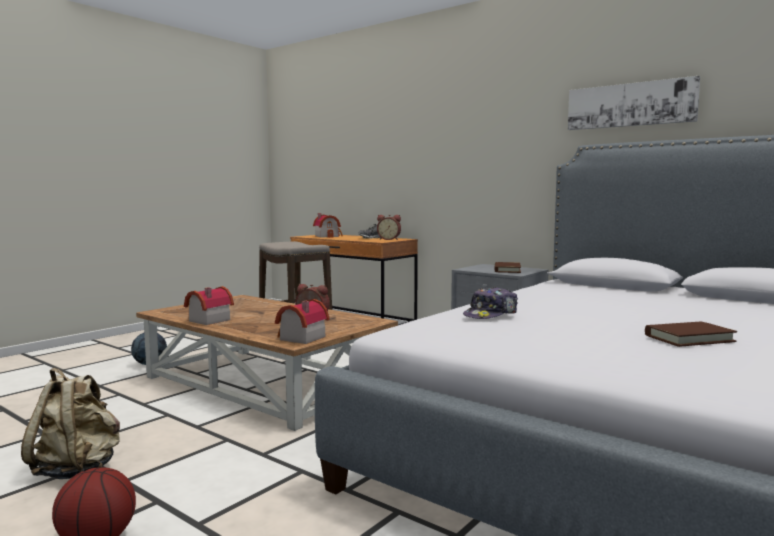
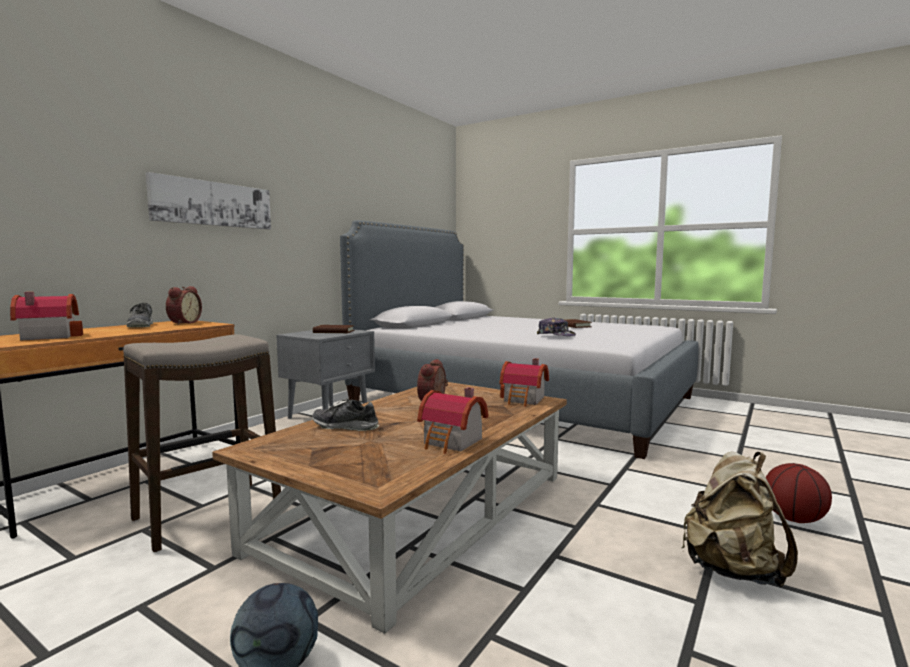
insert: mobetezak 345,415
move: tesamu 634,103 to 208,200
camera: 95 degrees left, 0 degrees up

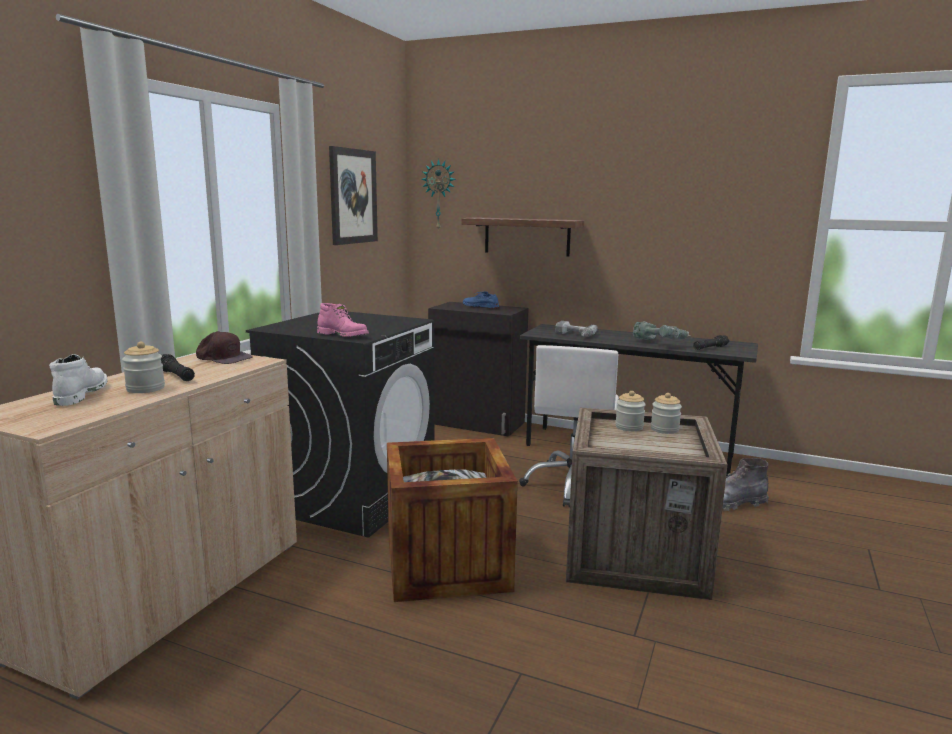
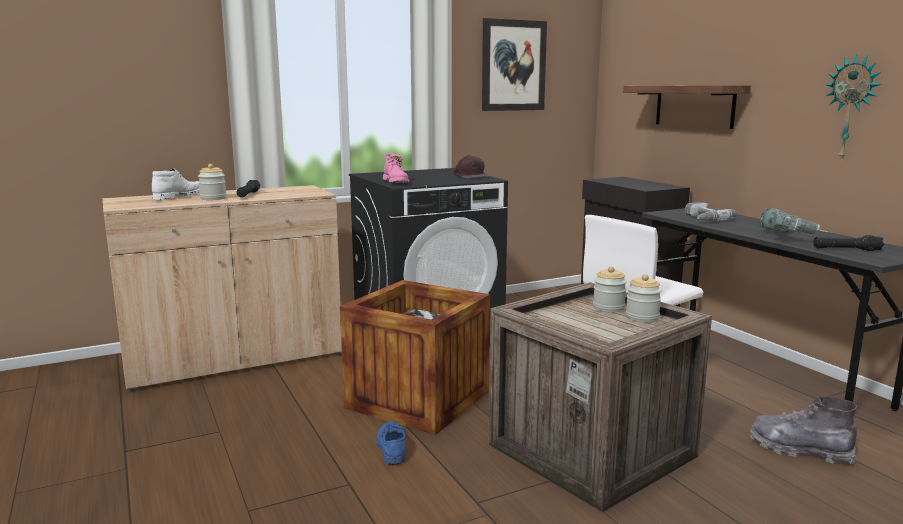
move: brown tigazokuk 224,347 to 471,167; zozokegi 439,195 to 853,107; blue mobetezak 480,300 to 391,443
camera: 40 degrees right, 0 degrees up

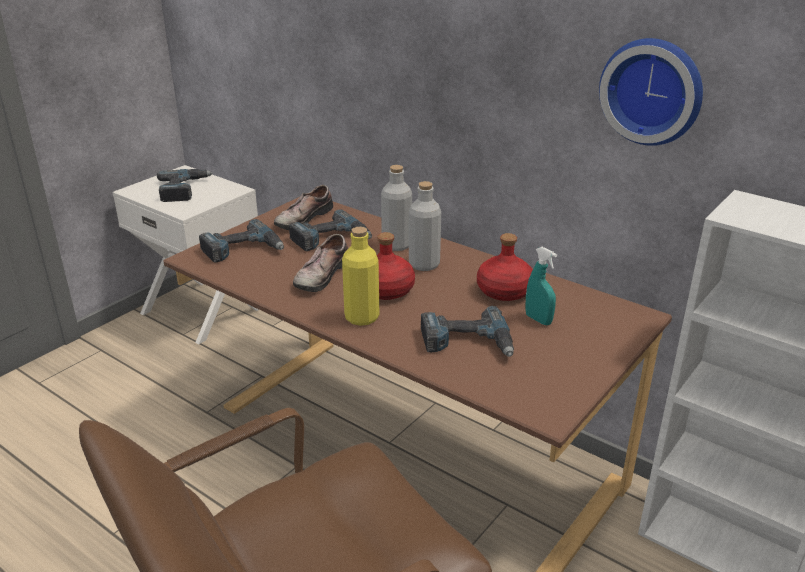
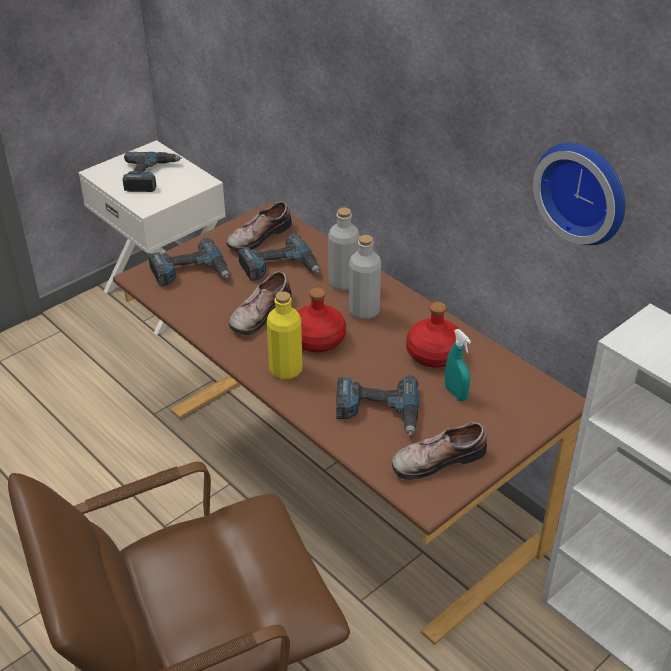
insert: mobetezak 439,451
camera: 10 degrees right, 10 degrees up

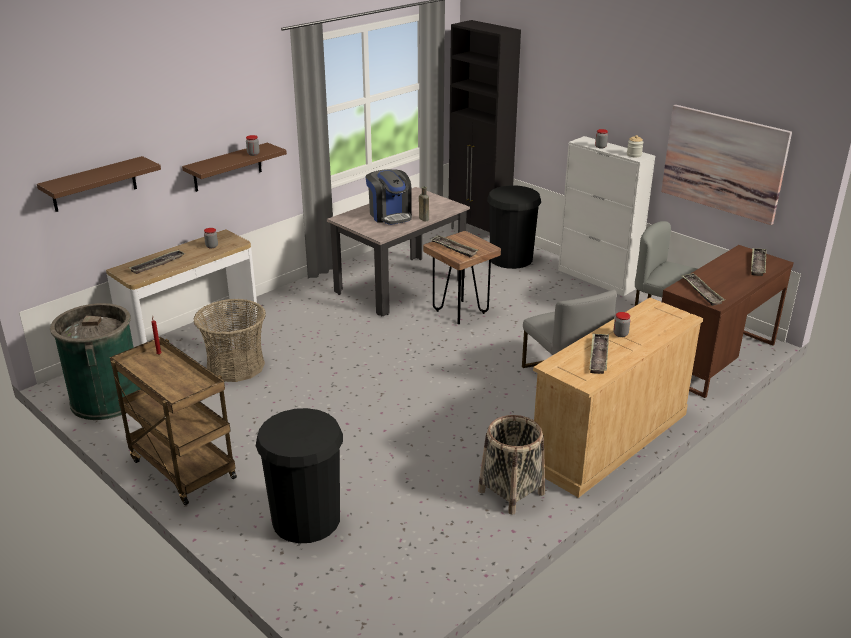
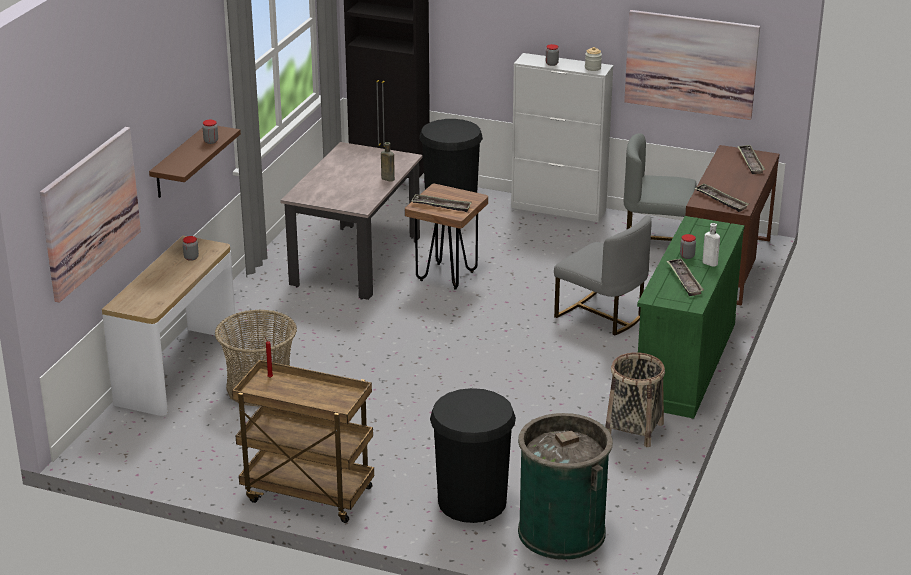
delete: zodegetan 157,262; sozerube 388,197
insert: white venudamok 711,245
move: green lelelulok 95,361 to 565,486
replace: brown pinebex 99,184 to tesamu 90,215
recolor: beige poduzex 618,398 to green poduzex 691,317
camera: 25 degrees left, 0 degrees up

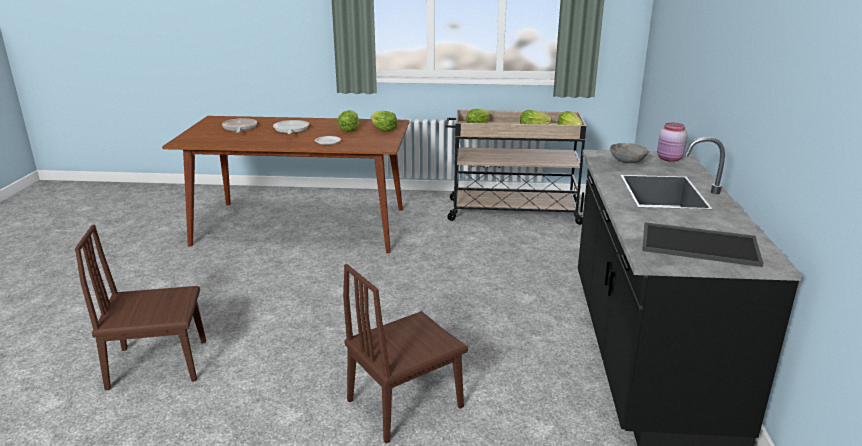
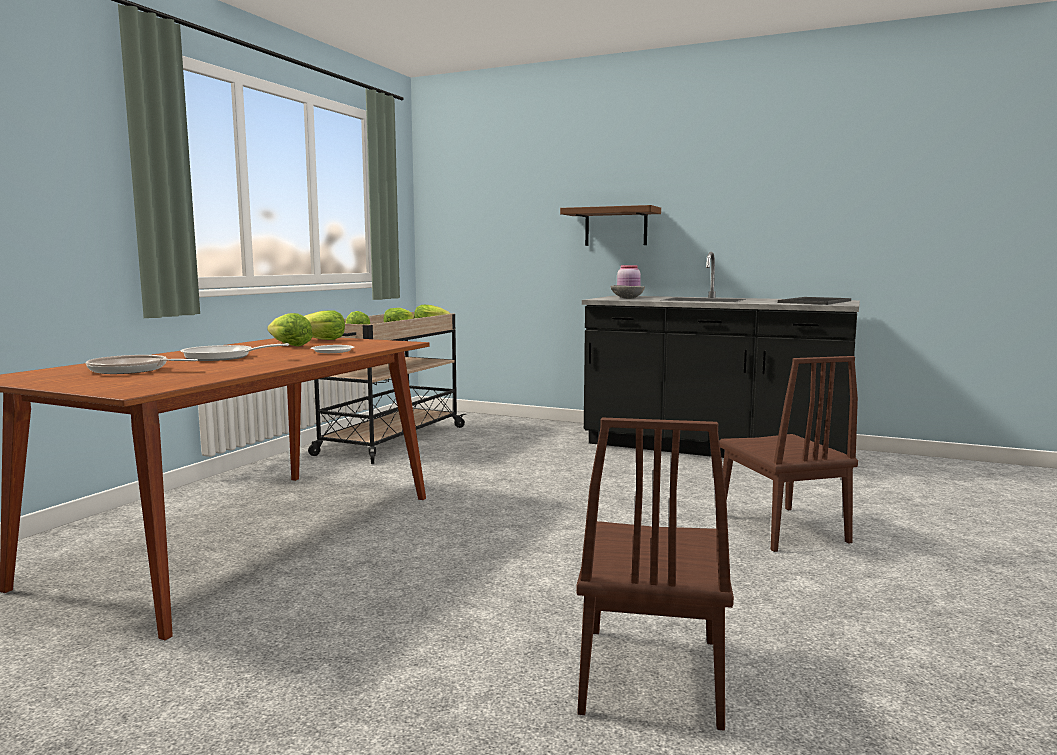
insert: brown pinebex 610,225
camera: 70 degrees left, 15 degrees down

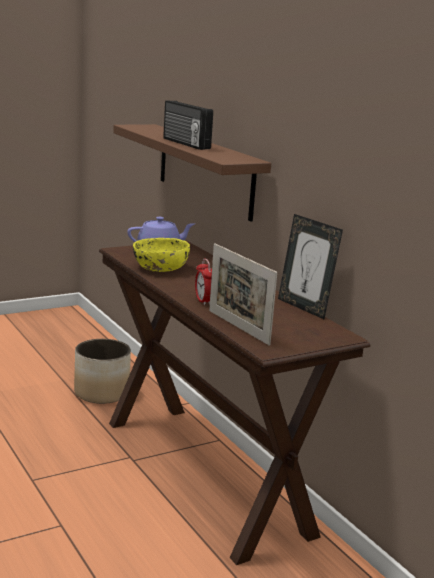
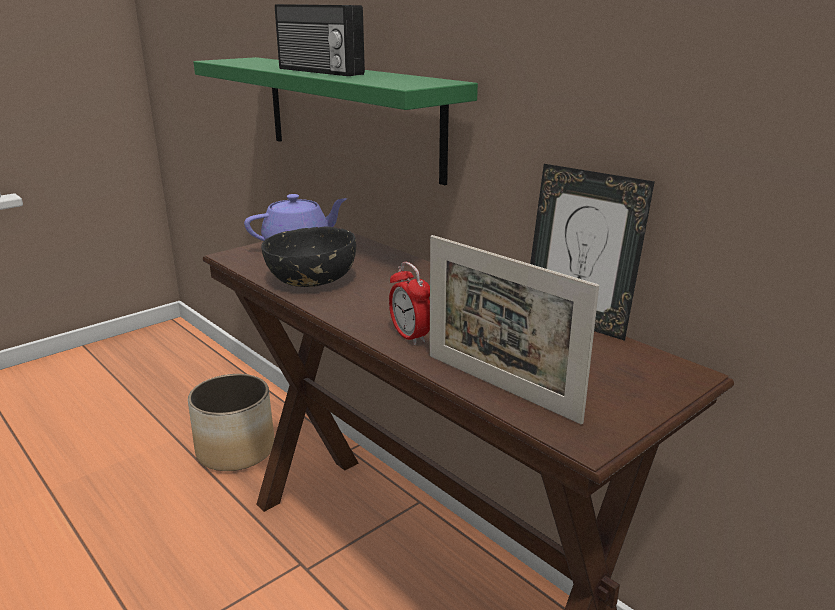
recolor: brown pinebex 192,172 to green pinebex 335,121; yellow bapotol 161,255 to black bapotol 308,257
camera: 10 degrees left, 5 degrees up

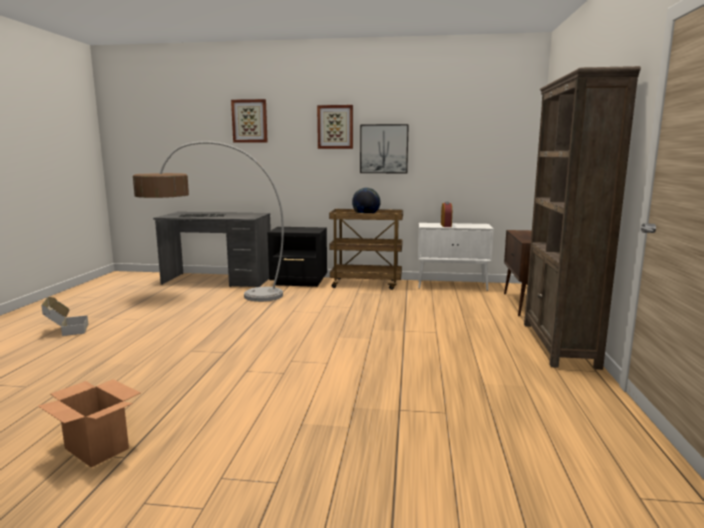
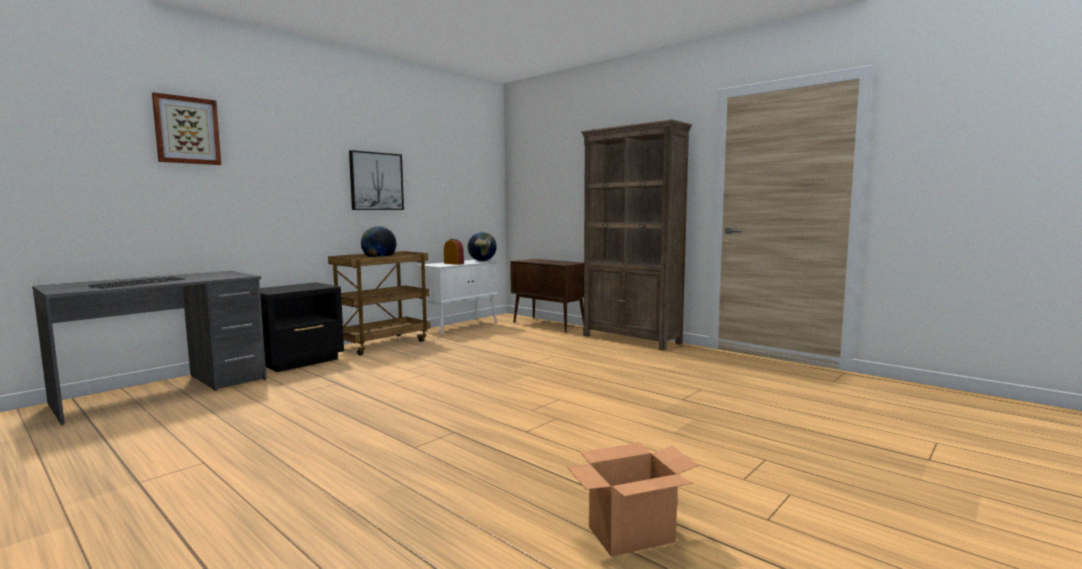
delete: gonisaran 64,316; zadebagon 208,221; tesamu 335,127
insert: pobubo 482,246
camera: 55 degrees left, 5 degrees down

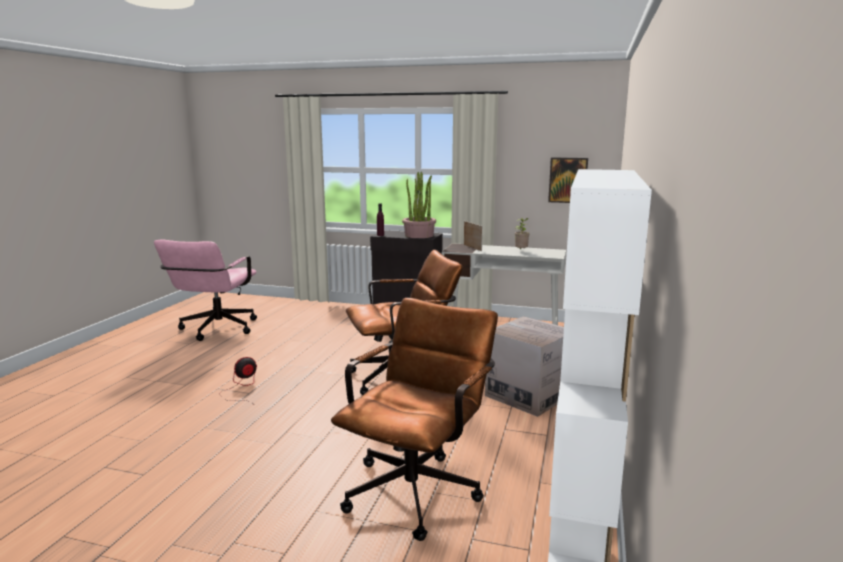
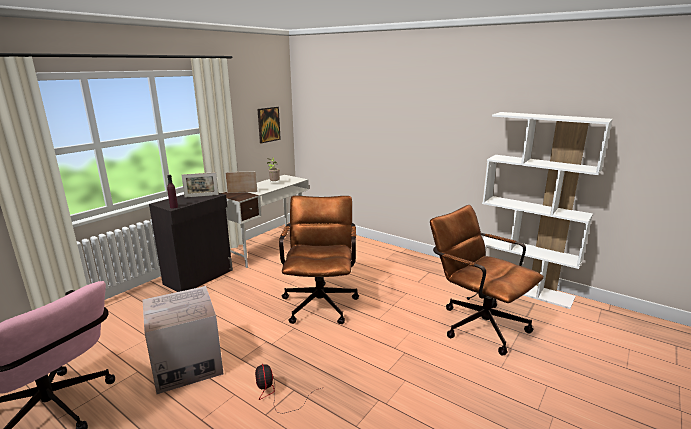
move: gonisaran 524,366 to 183,340
replace: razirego 419,204 to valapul 200,184
camera: 70 degrees left, 5 degrees up

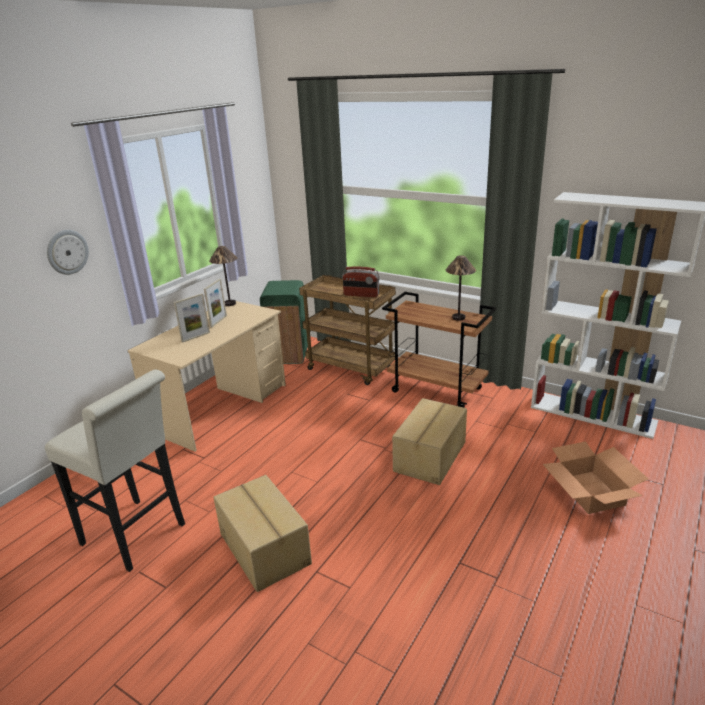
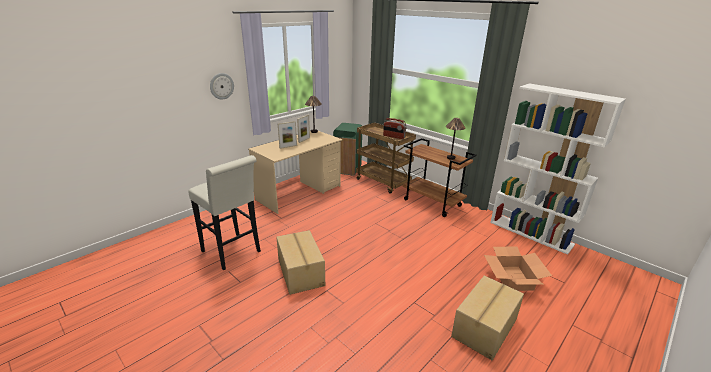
move: gonisaran 429,441 to 487,318
camera: 10 degrees right, 0 degrees up

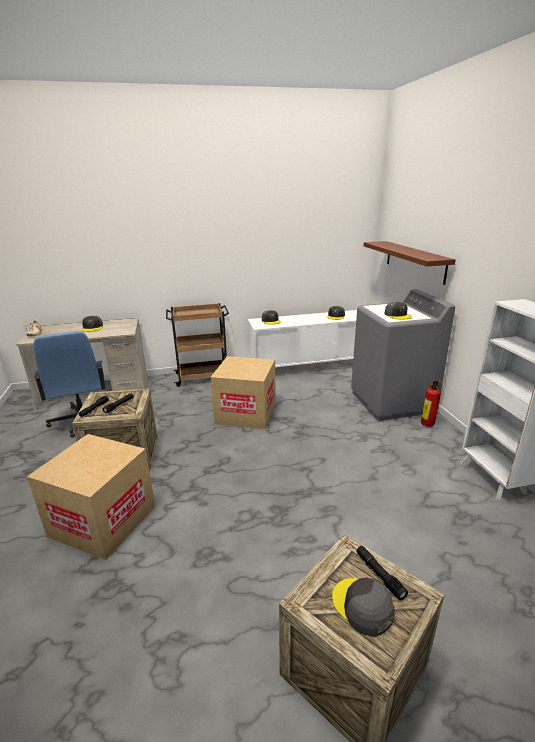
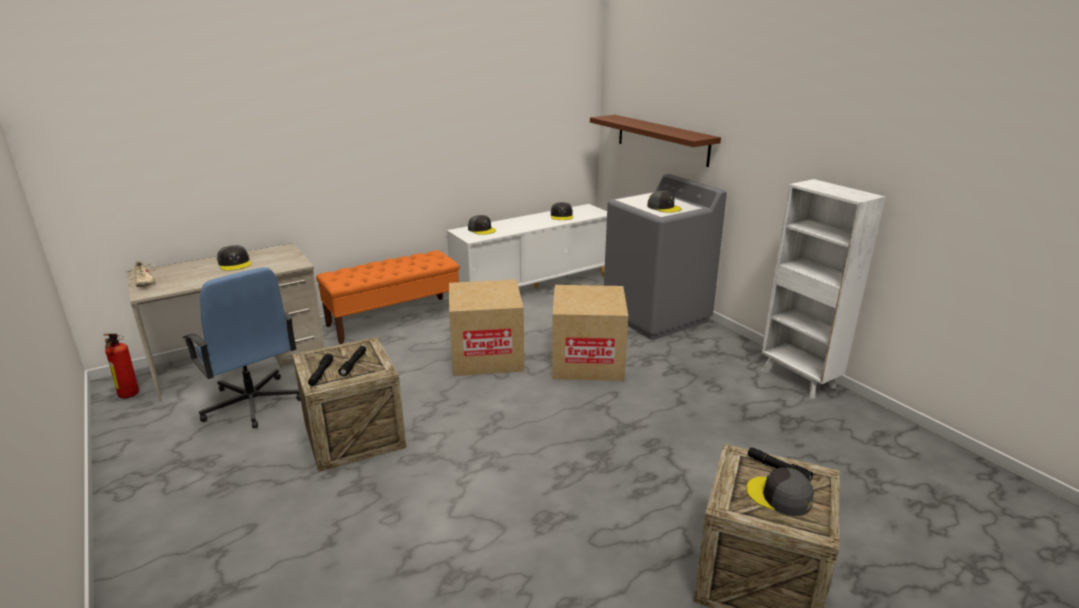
move: gonisaran 91,497 to 590,333; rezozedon 431,404 to 121,366
replace: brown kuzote 197,345 to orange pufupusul 388,297
camera: 20 degrees left, 0 degrees up

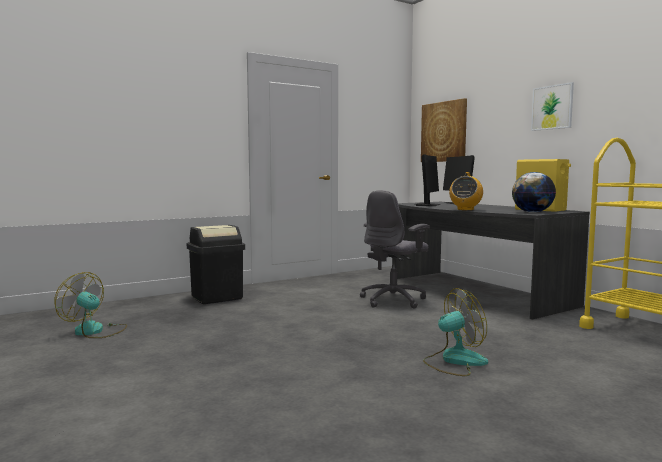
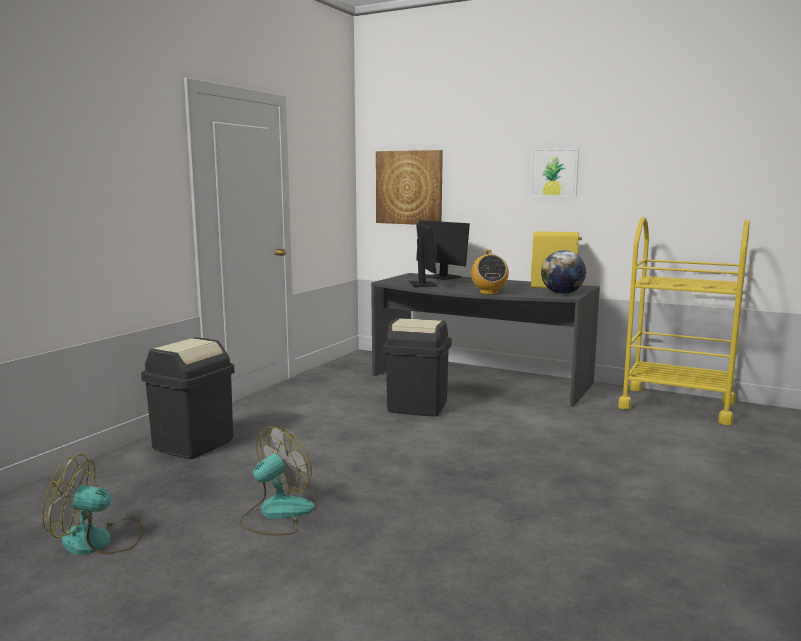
move: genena 455,332 to 277,481
replace: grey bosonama 395,249 to black lelelulok 417,367
camera: 30 degrees left, 5 degrees up

